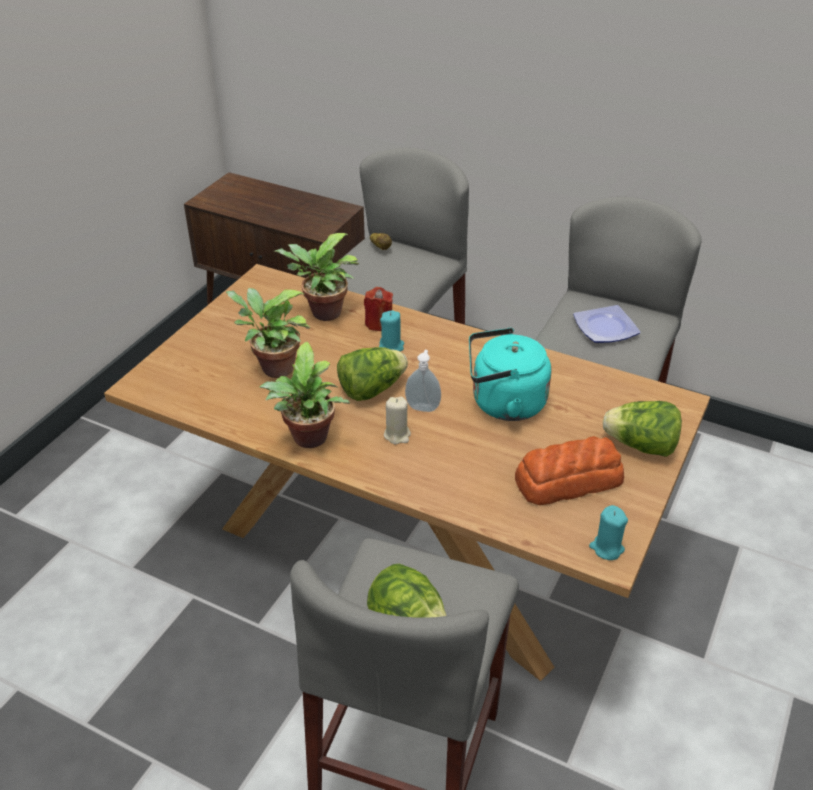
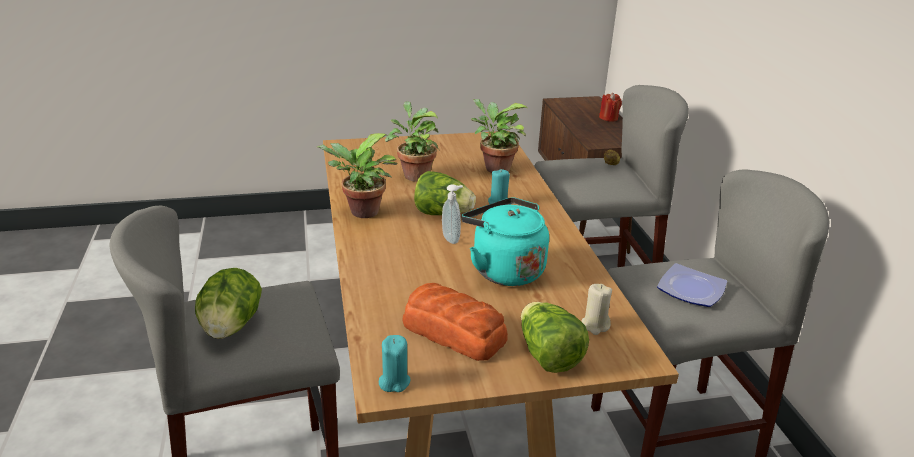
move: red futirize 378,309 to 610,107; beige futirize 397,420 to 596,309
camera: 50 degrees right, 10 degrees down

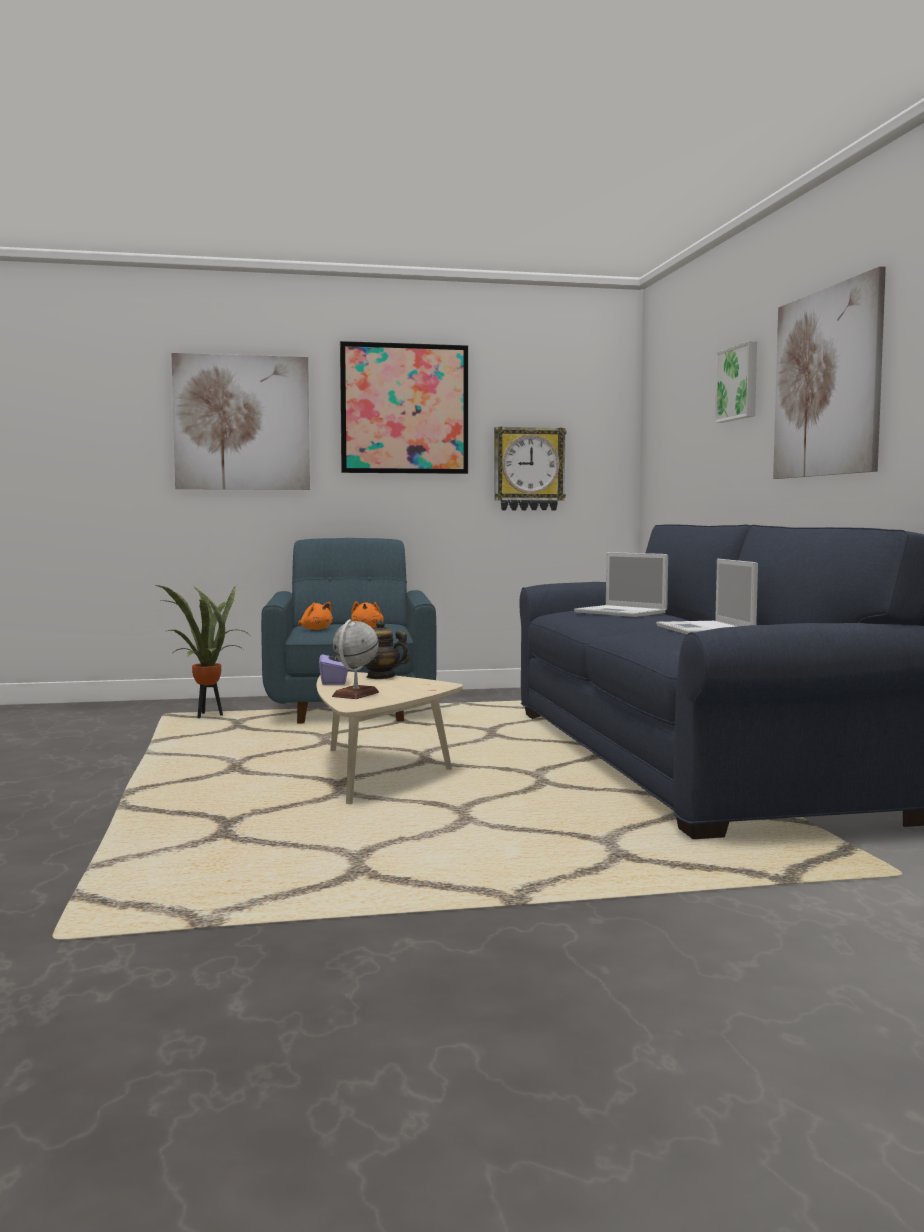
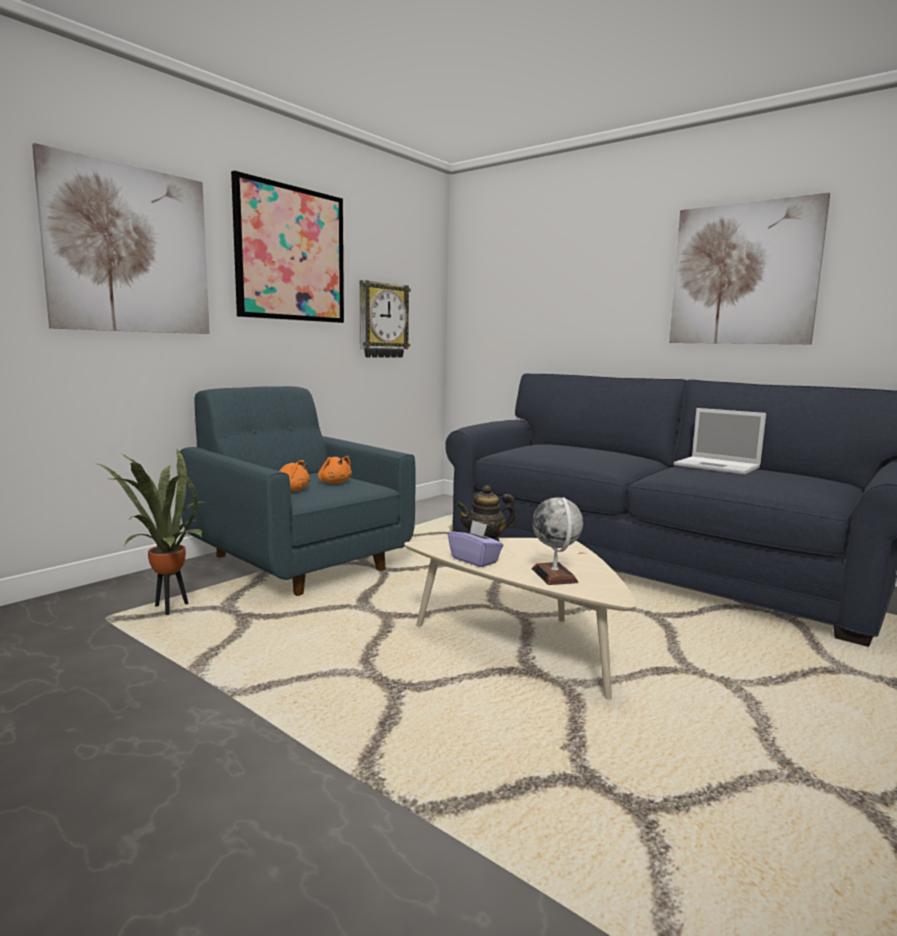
delete: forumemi 621,584; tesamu 736,382
camera: 40 degrees left, 5 degrees up

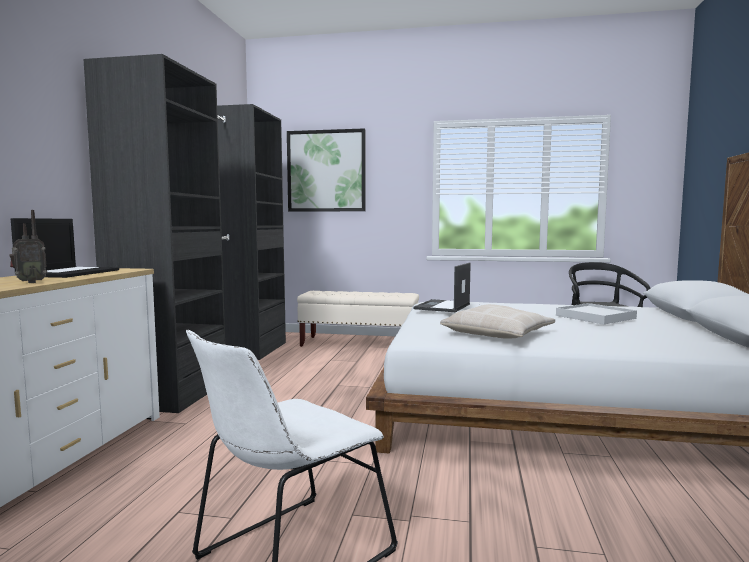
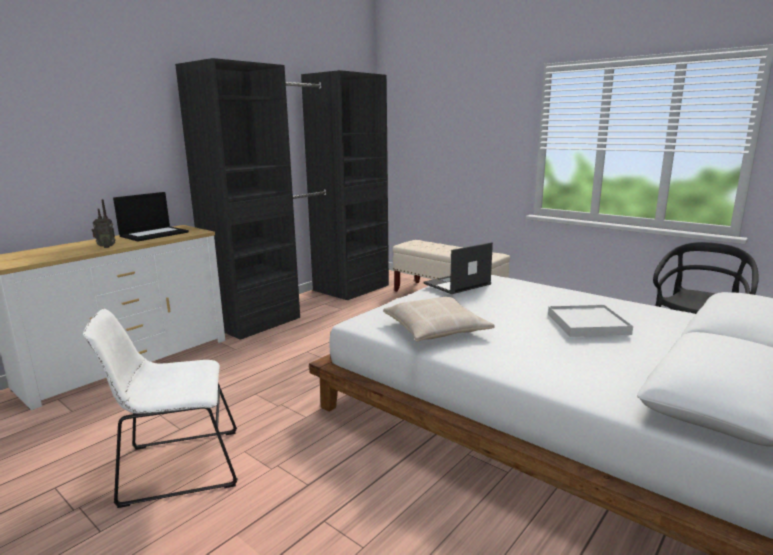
delete: tesamu 326,170
camera: 30 degrees right, 10 degrees up

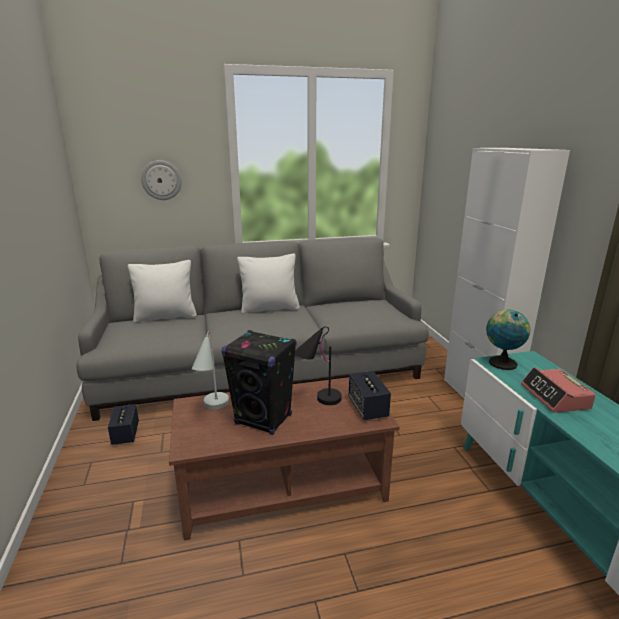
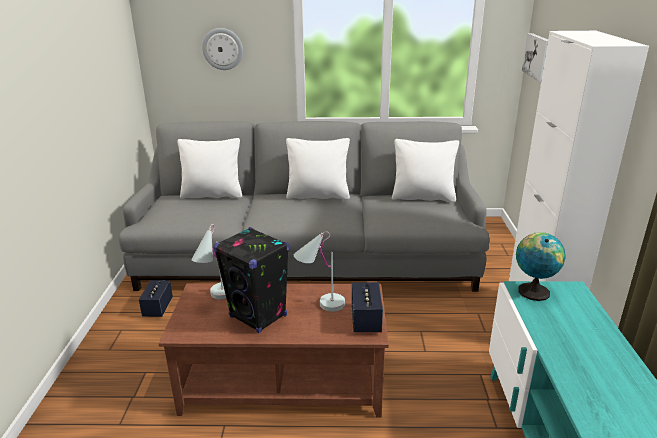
delete: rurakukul 558,390
insert: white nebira 425,170; tesamu 535,57
recolor: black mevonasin 318,365 to white mevonasin 319,271
camera: 15 degrees right, 5 degrees up

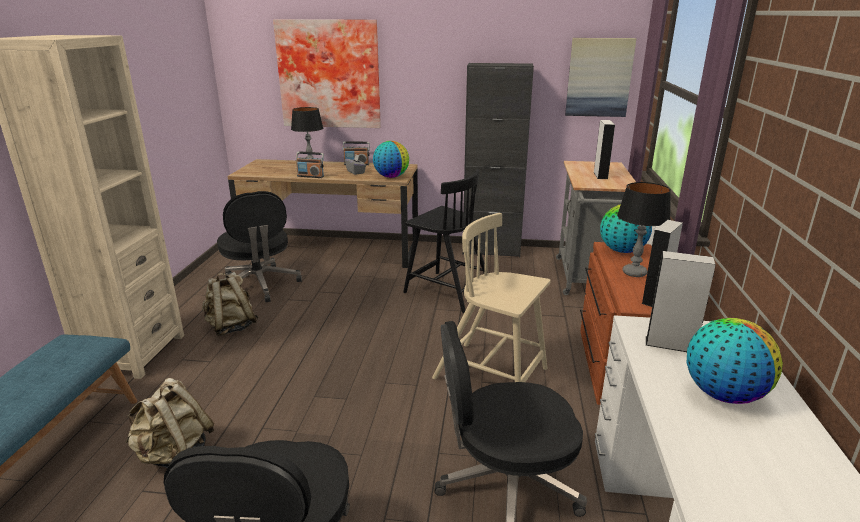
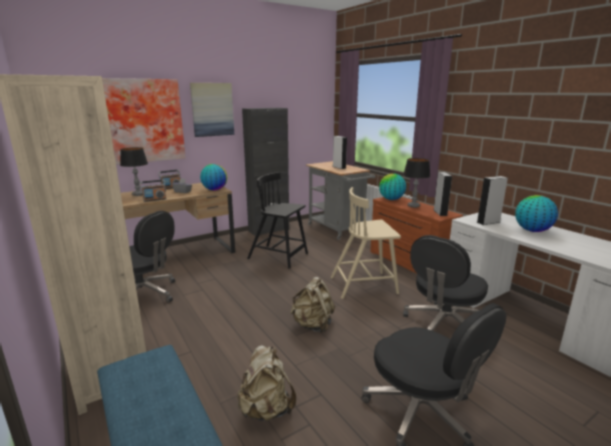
move: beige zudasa 230,304 to 312,305; tesamu 601,77 to 212,110
rotate: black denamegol 445,241 = 277,220 150 degrees counterclockwise
camera: 40 degrees left, 5 degrees down

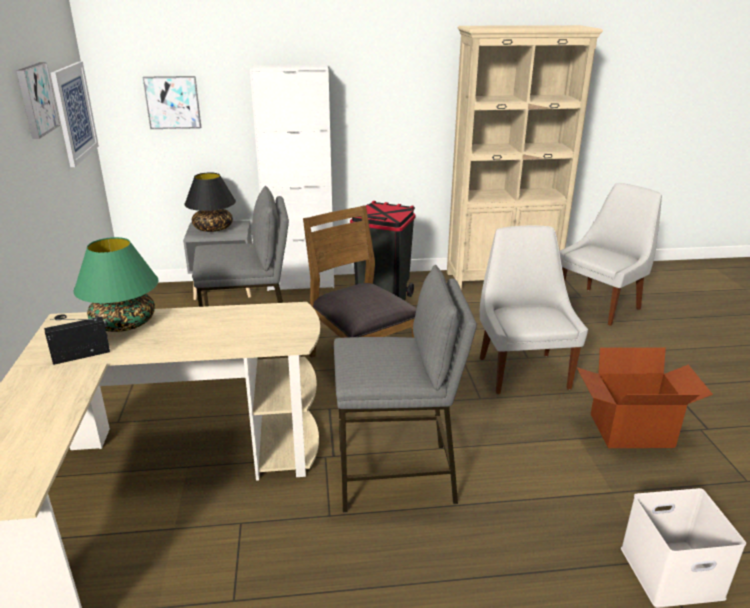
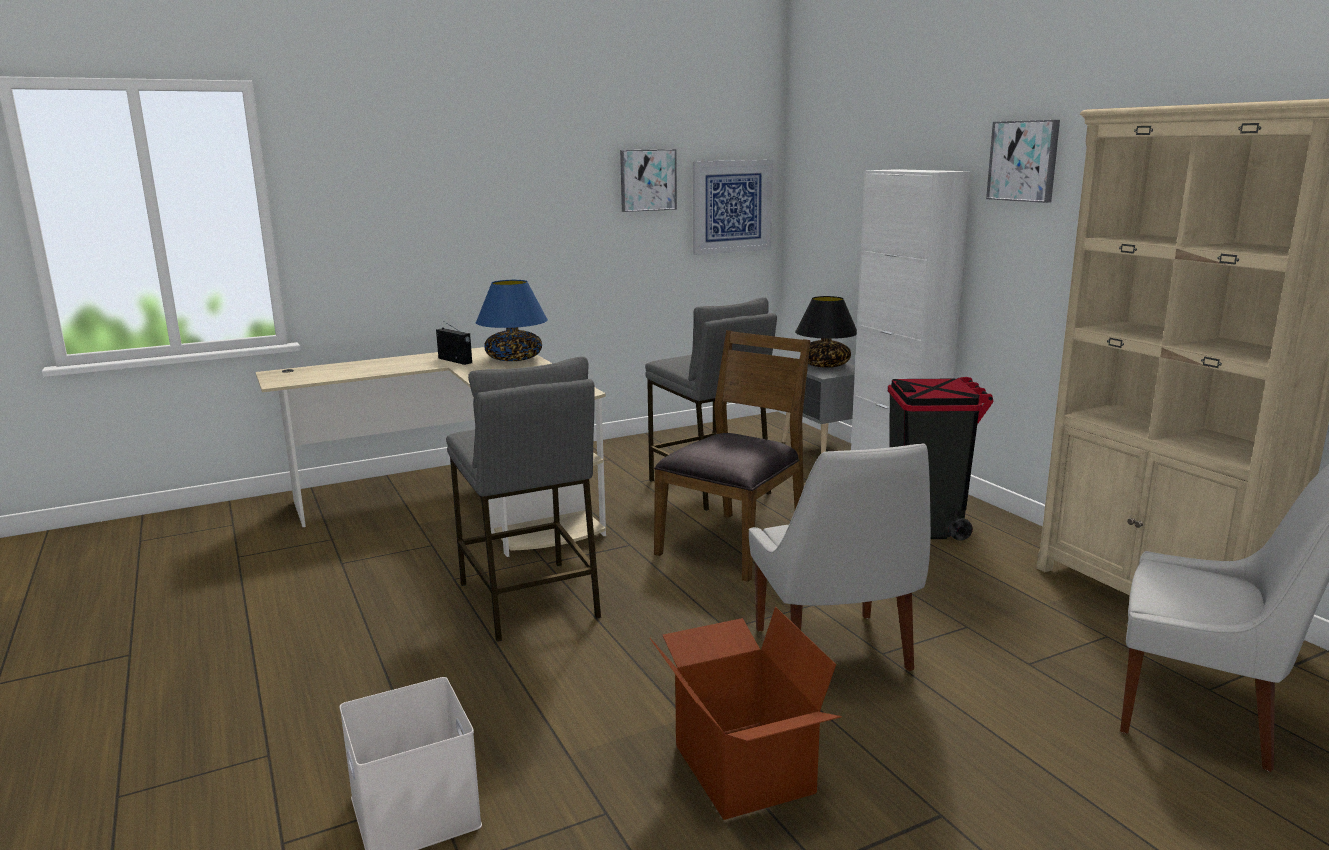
move: tesamu 172,102 to 1023,161
recolor: green mevonasin 115,284 to blue mevonasin 512,320
rotate: white denamegol 534,309 = 840,557 105 degrees clockwise
camera: 70 degrees right, 10 degrees down

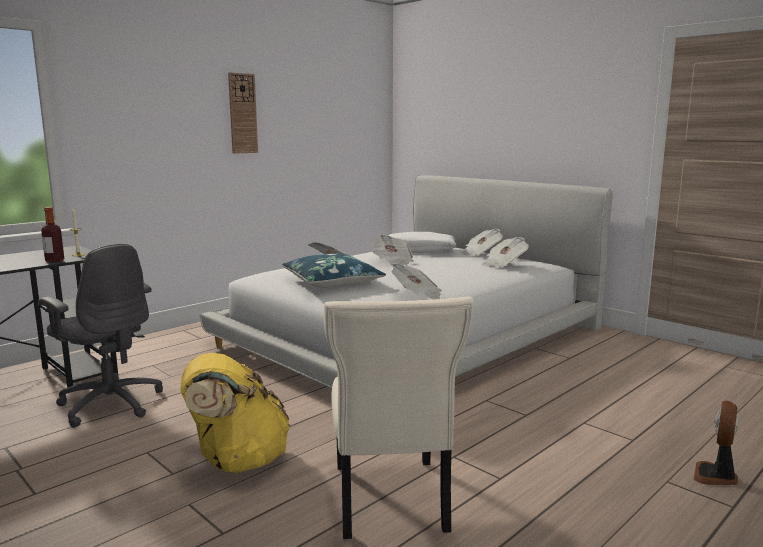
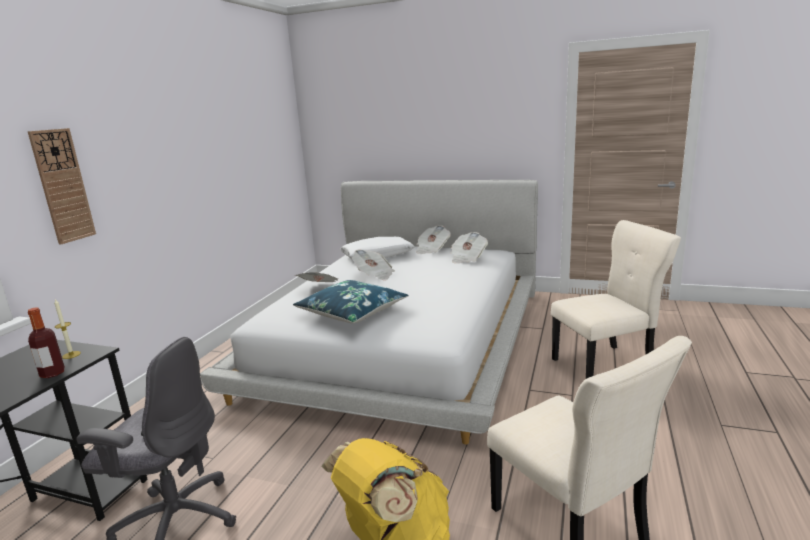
delete: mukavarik 416,281; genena 716,443
insert: beige denamegol 616,299
move: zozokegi 243,113 to 62,186
camera: 25 degrees left, 5 degrees up

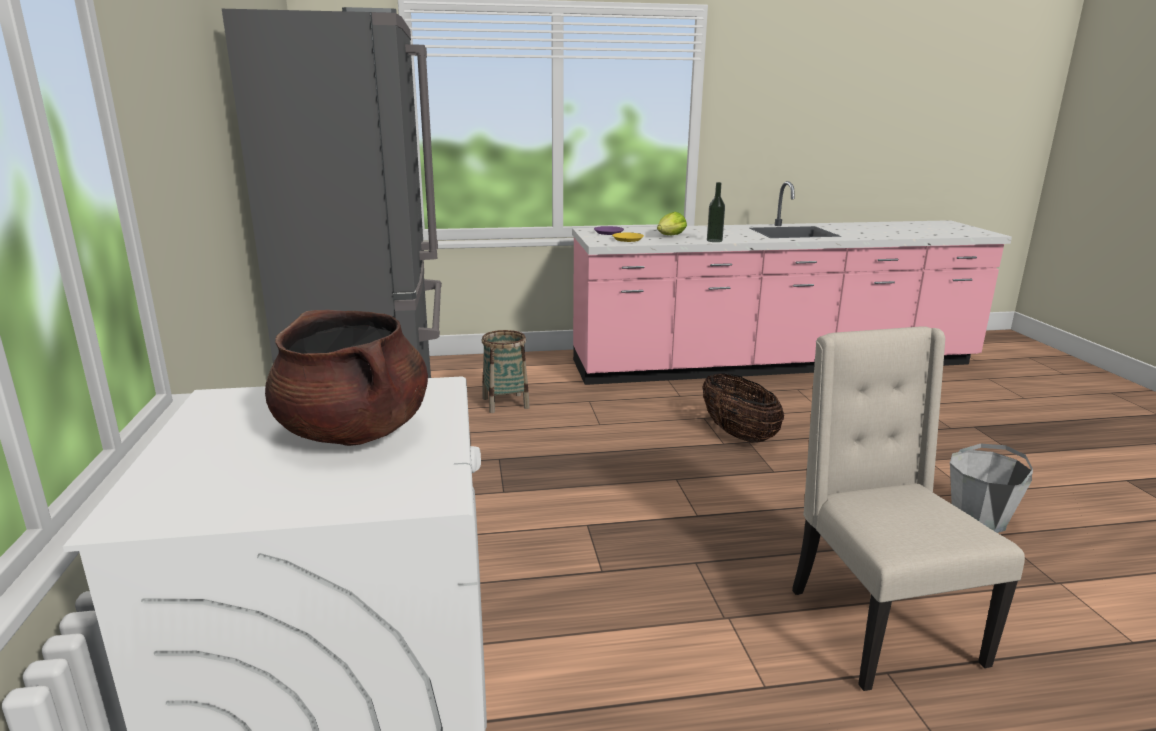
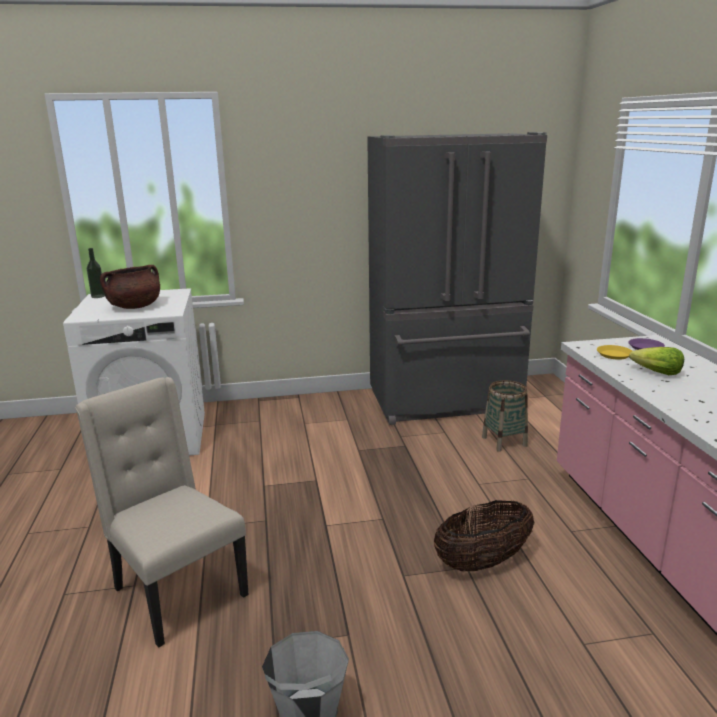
move: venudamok 716,212 to 96,273
rotate: beige denamegol 908,508 = 161,512 120 degrees counterclockwise
camera: 90 degrees right, 0 degrees up

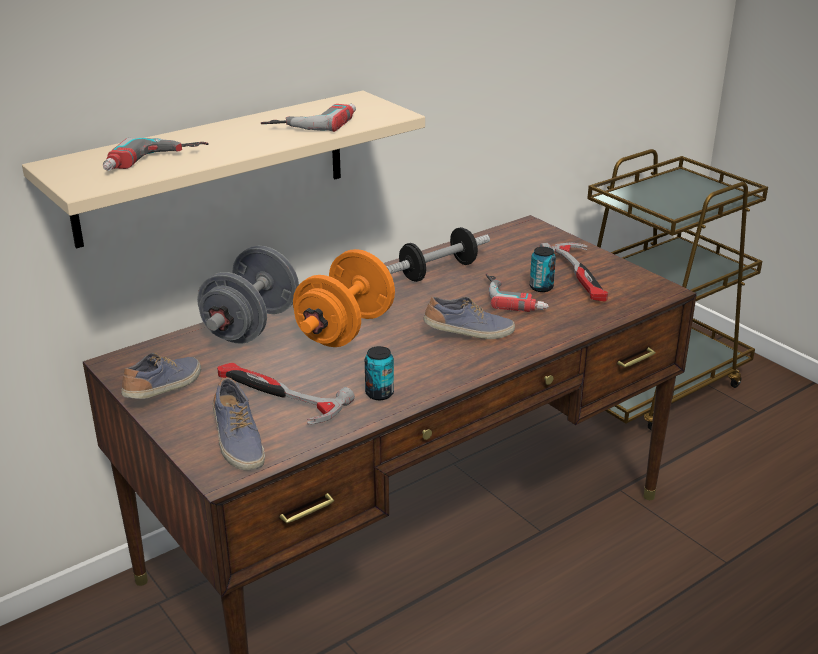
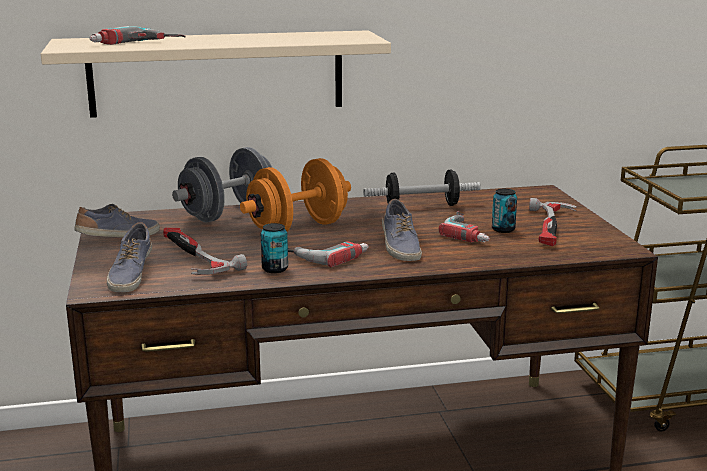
move: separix 308,118 to 328,254
rotate: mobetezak 469,318 = 402,230 60 degrees clockwise
camera: 25 degrees right, 10 degrees down

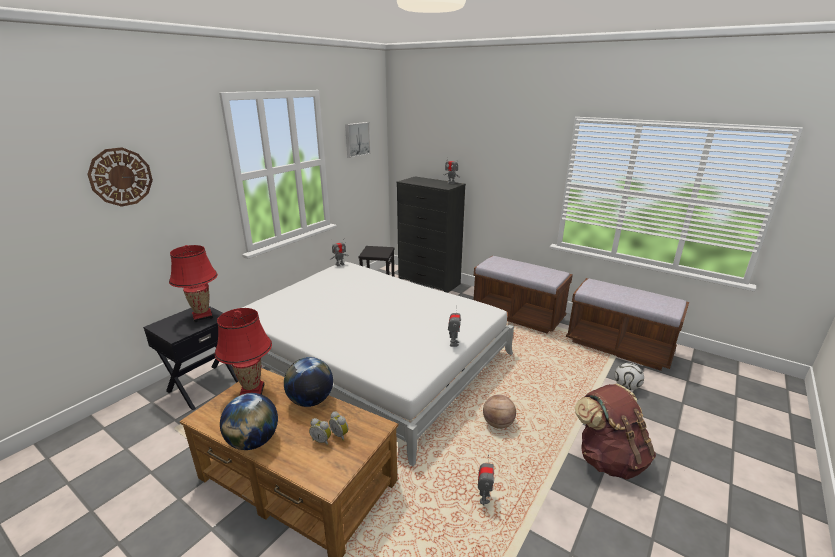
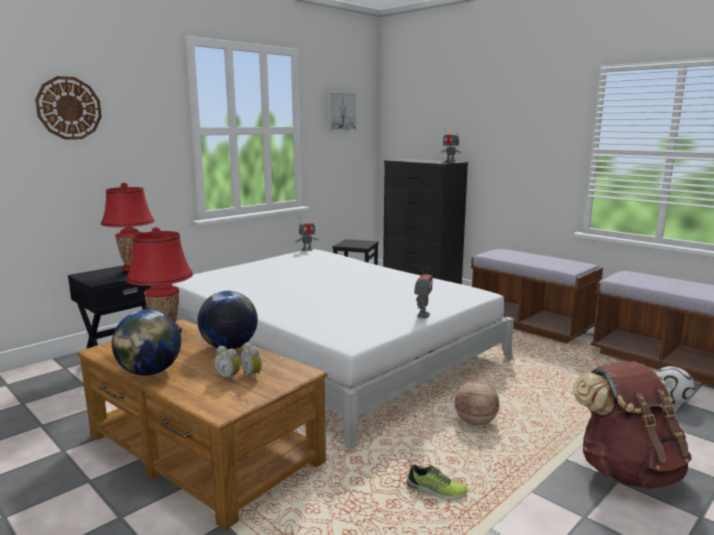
replace: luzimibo 486,480 to mobetezak 437,482
camera: 10 degrees right, 10 degrees down

